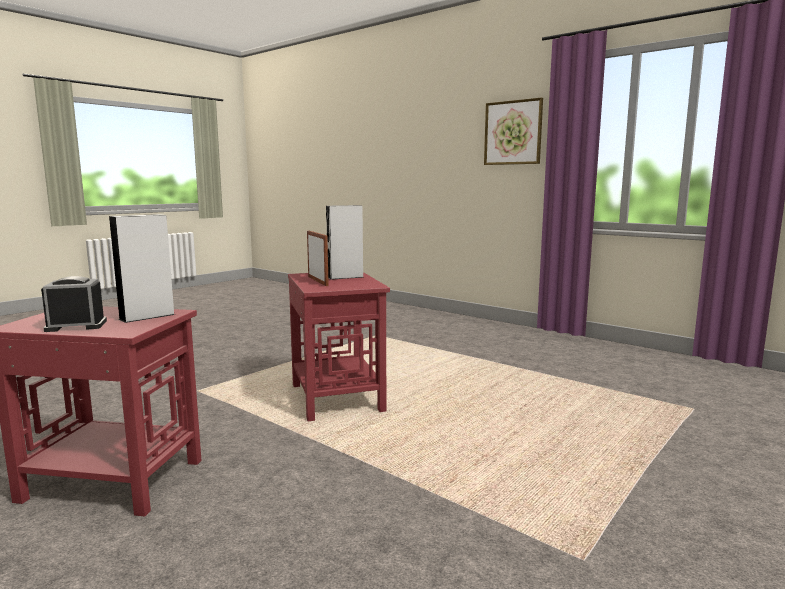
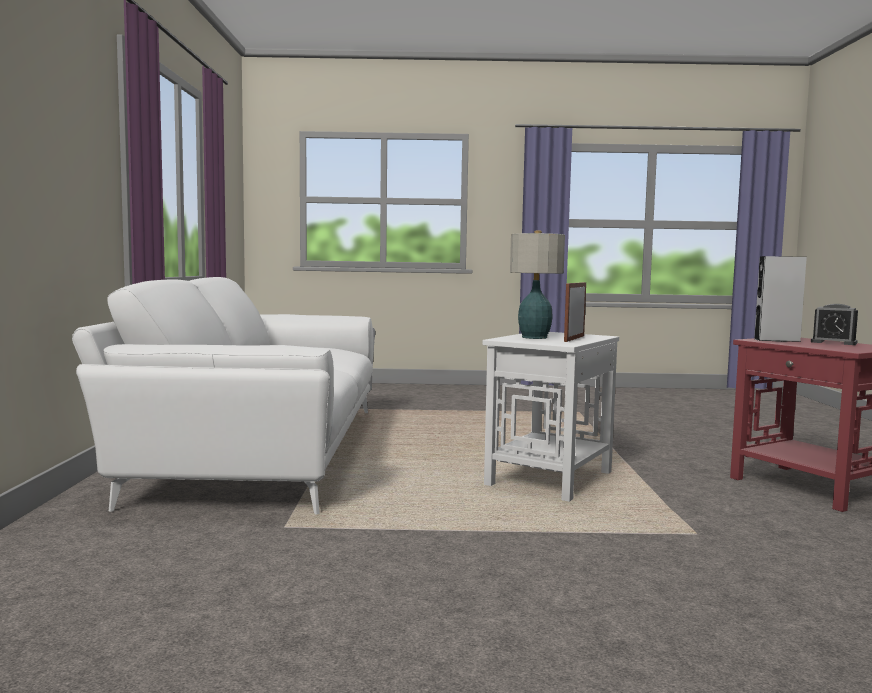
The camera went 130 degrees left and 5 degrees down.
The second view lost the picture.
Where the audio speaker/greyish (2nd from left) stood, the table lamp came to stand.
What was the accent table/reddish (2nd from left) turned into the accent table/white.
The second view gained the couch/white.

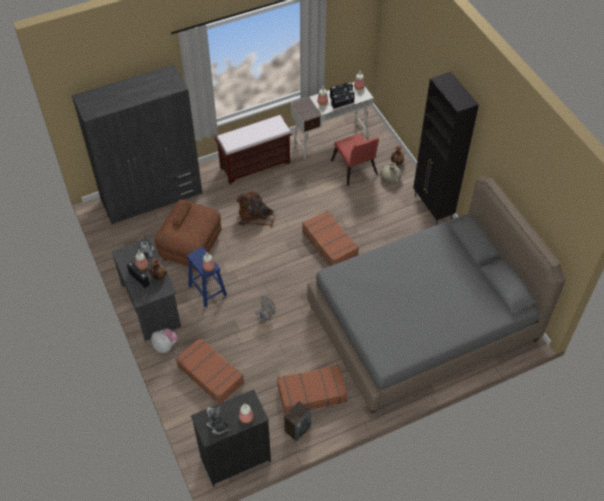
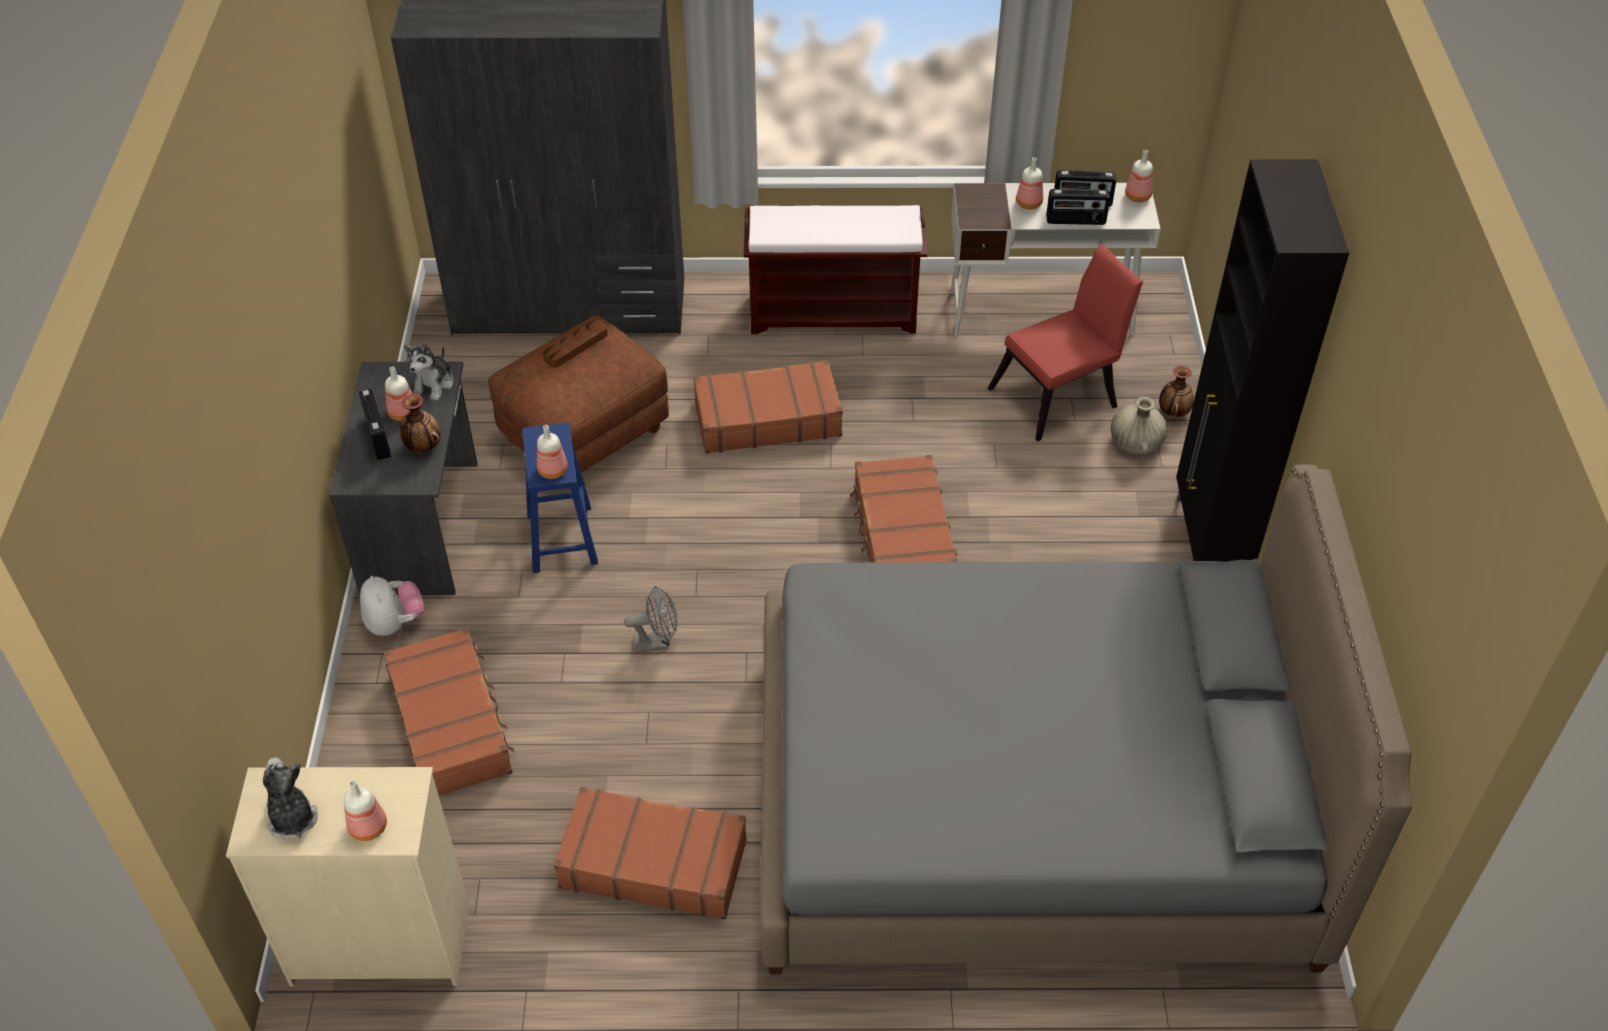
The camera went 25 degrees right and 5 degrees down.
The chair/reddish ended up facing another way, 120 degrees counterclockwise from before.
Where the knapsack/brown stood, the travel case/brown (3rd from left) came to stand.
What was the chest of drawers/black turned into the chest of drawers/sand-coloured.
The second view lost the audio speaker.

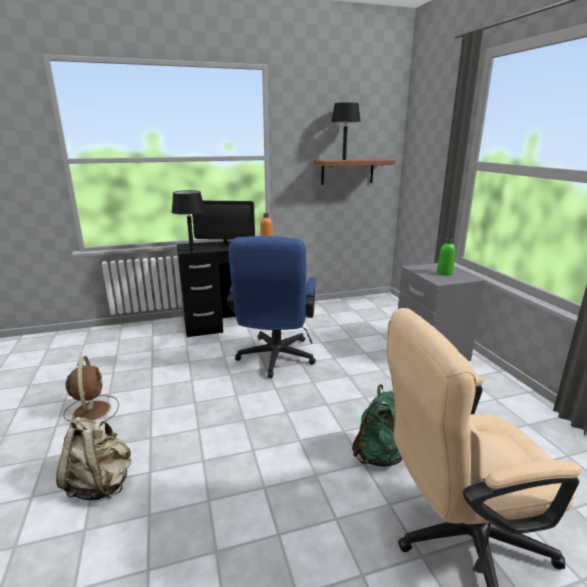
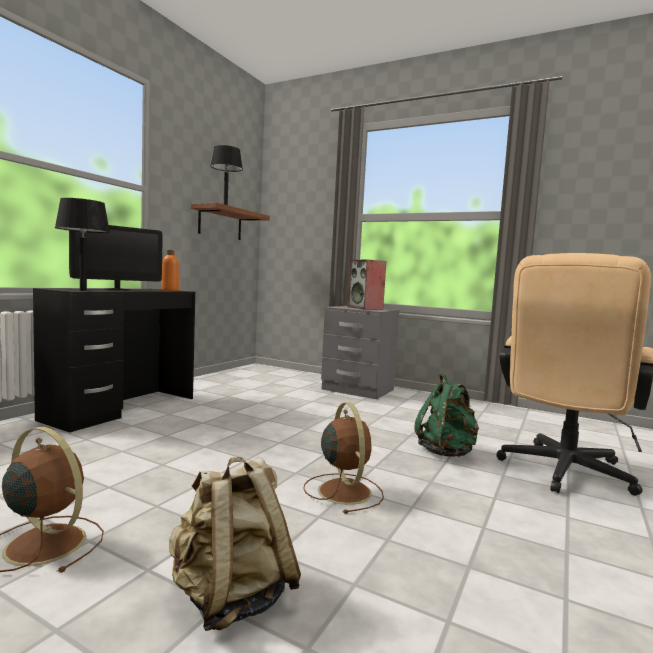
The camera went 45 degrees left and 15 degrees down.
The second view lost the computer chair/bluish.
Where the beverage bottle/greenish stood, the audio speaker came to stand.
The second view gained the fan/brown (2nd from left).

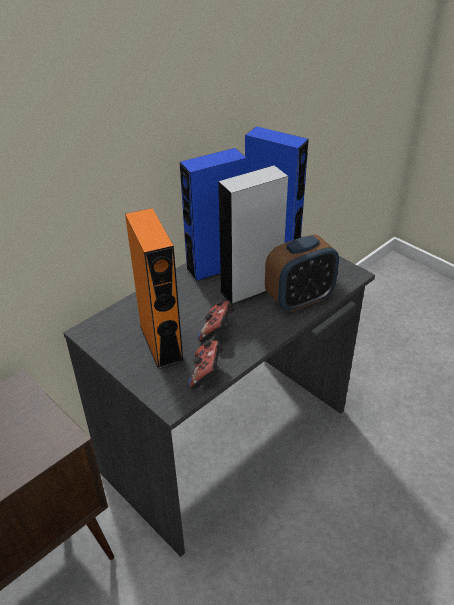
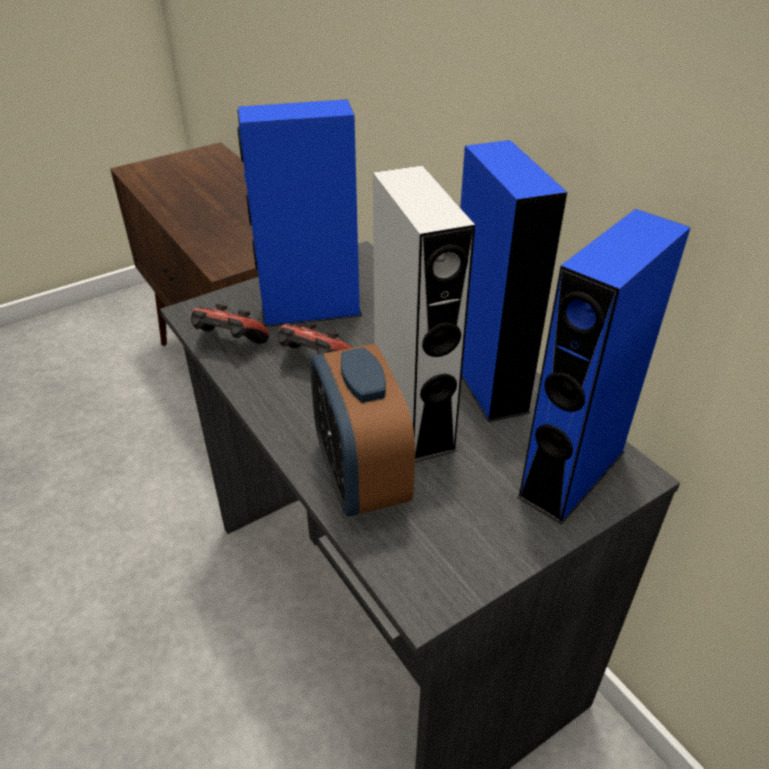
The camera went 100 degrees right and 0 degrees up.
What was the audio speaker/orangey turned into the audio speaker/bluish (1st from left).

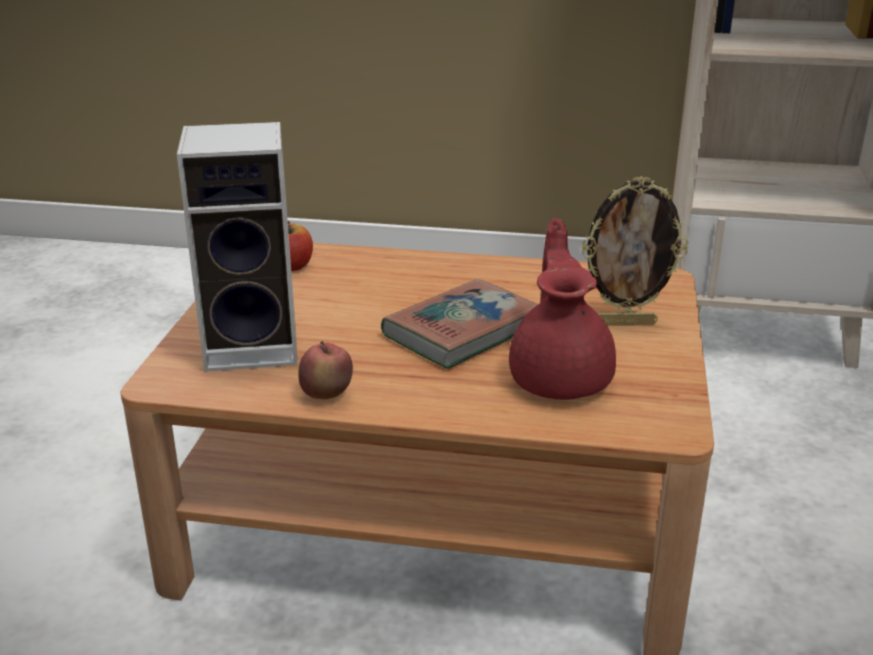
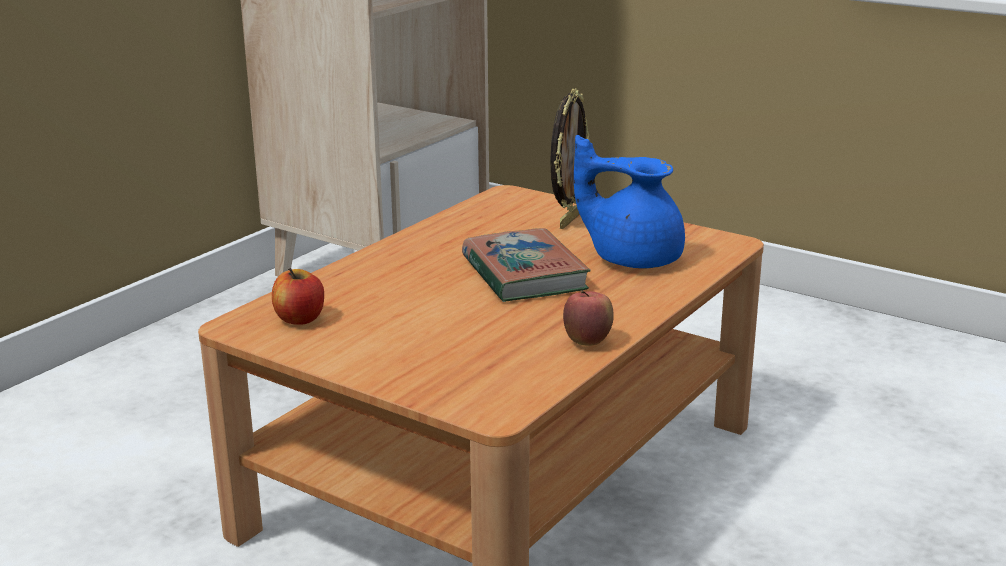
The camera went 65 degrees left and 5 degrees down.
The second view lost the audio speaker.
What was the teapot/reddish turned into the teapot/bluish.

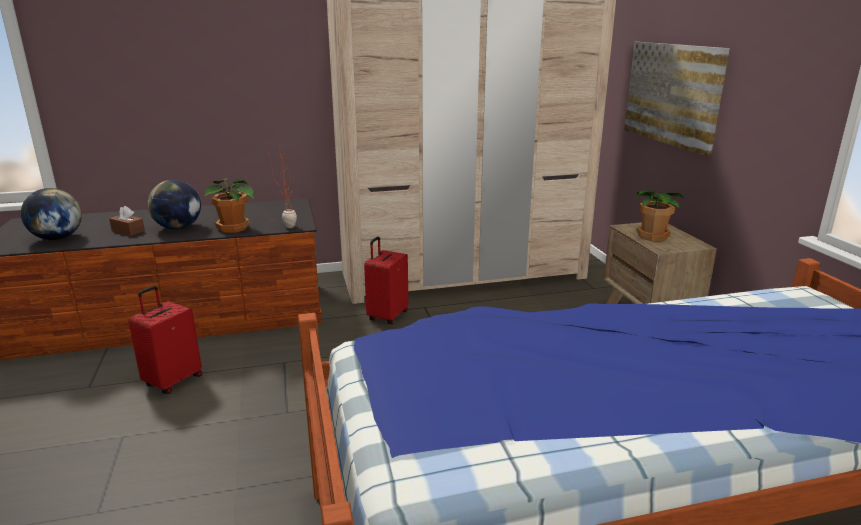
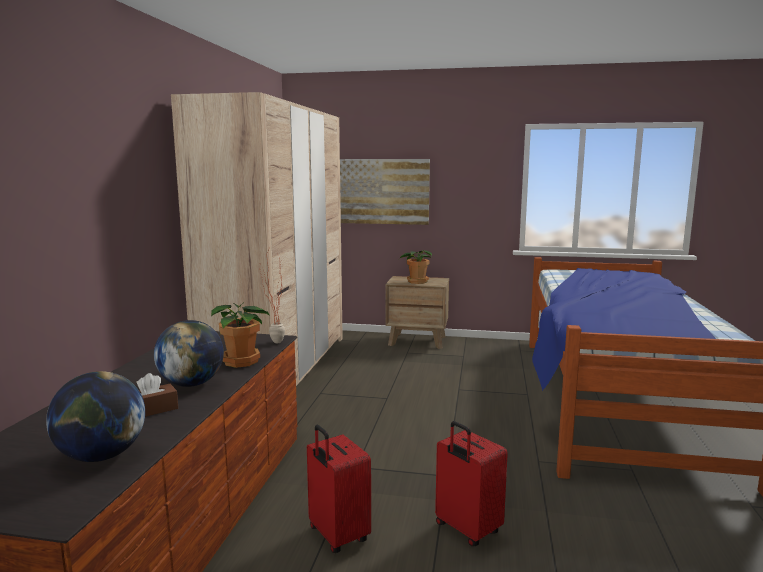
The camera went 65 degrees left and 10 degrees down.
The travel case/reddish (2nd from left) ended up elsewhere.

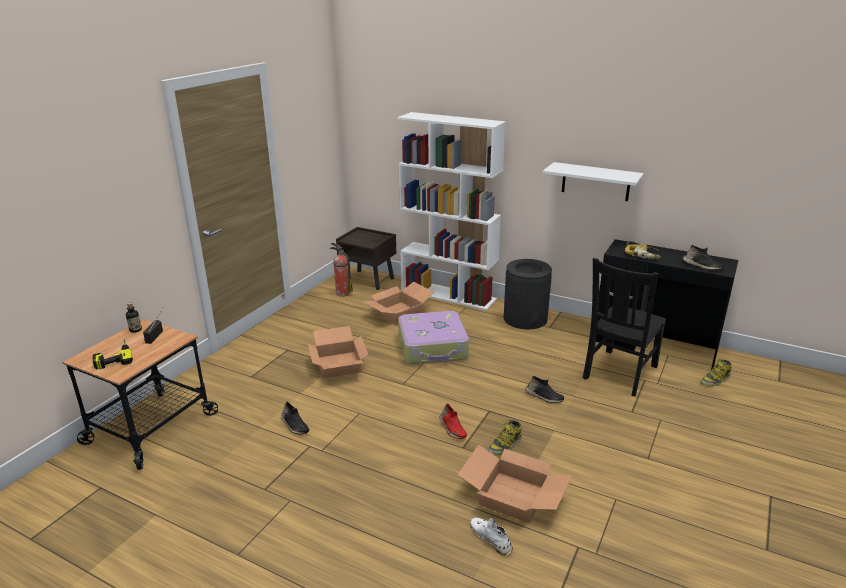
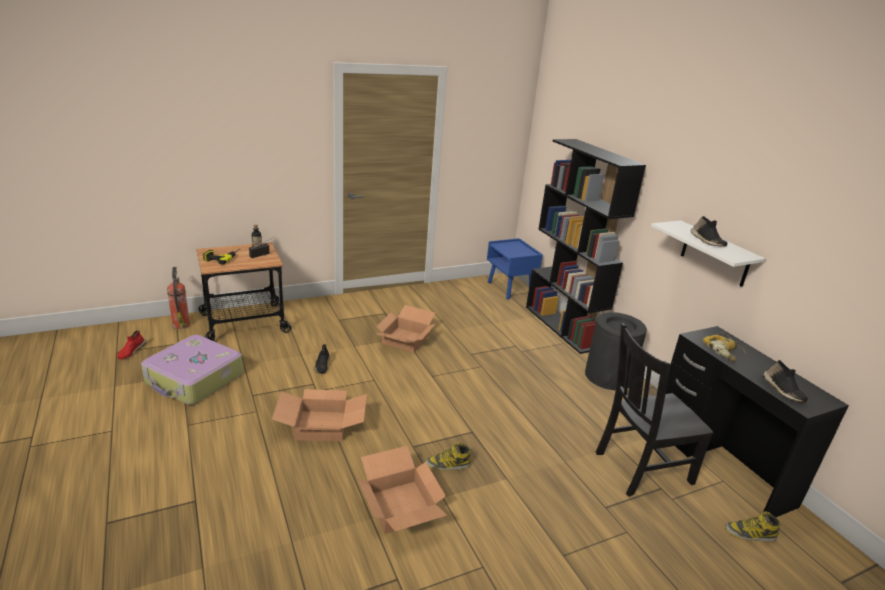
The camera went 35 degrees right and 0 degrees up.
What was the bookshelf/white turned into the bookshelf/black.
What was the nightstand/brown turned into the nightstand/bluish.
The extinguisher ended up elsewhere.
The cardboard box (2nd from left in the first image) ended up elsewhere.
The travel case ended up elsewhere.
The item of footwear/black (2nd from left) ended up elsewhere.
The item of footwear/reddish ended up elsewhere.
The second view lost the item of footwear/white.

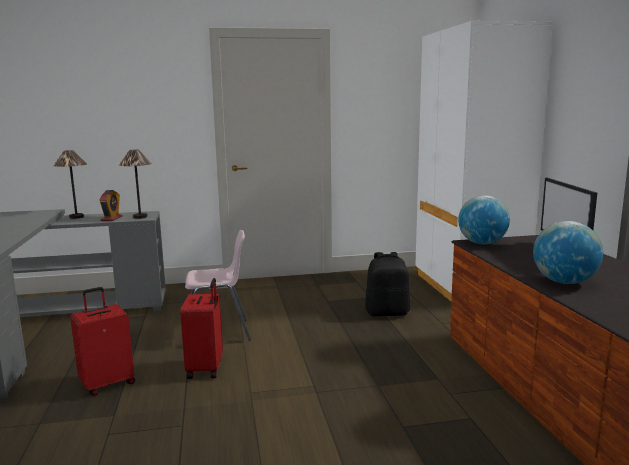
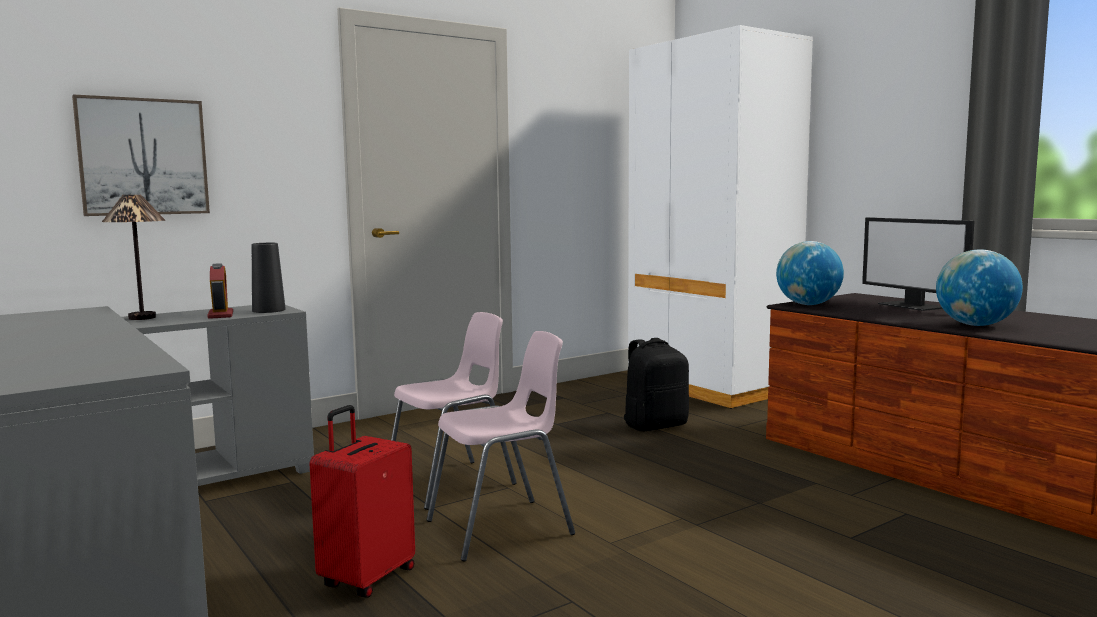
The camera went 25 degrees left and 5 degrees down.
Where the table lamp (2nd from left) stood, the vase/black came to stand.
Where the travel case/reddish (2nd from left) stood, the chair/pink-coloured (2nd from left) came to stand.
The second view gained the picture.

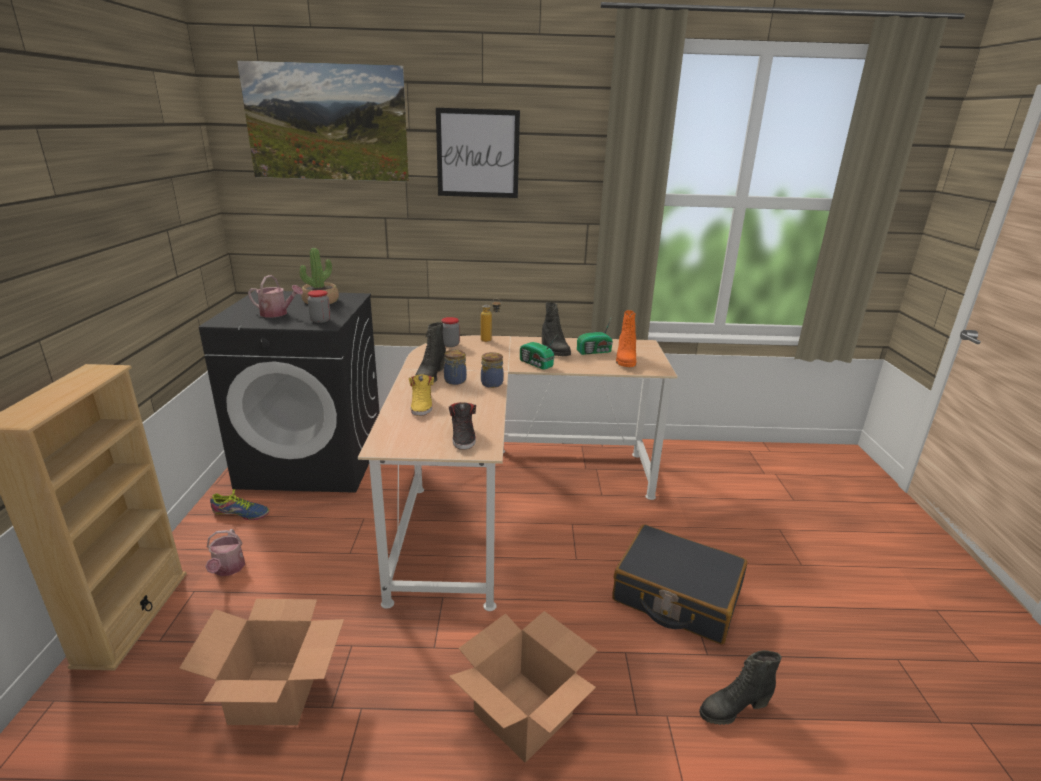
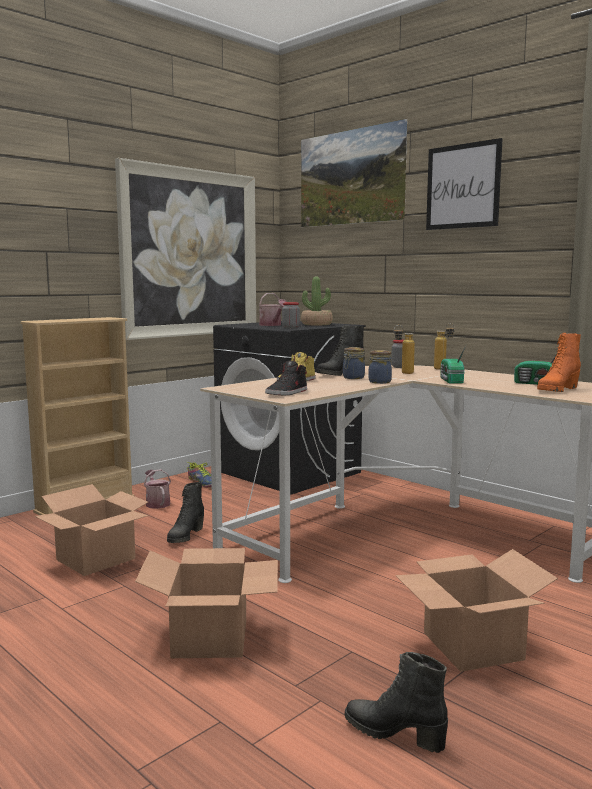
The camera went 45 degrees right and 15 degrees down.
The tall boot/black (2nd from left in the first image) ended up elsewhere.
Where the travel case/black stood, the cardboard box (3rd from left) came to stand.
The watering pot (1st from left) ended up facing another way, 120 degrees clockwise from before.
The second view gained the picture (1st from left).
The second view gained the beverage bottle (1st from left).

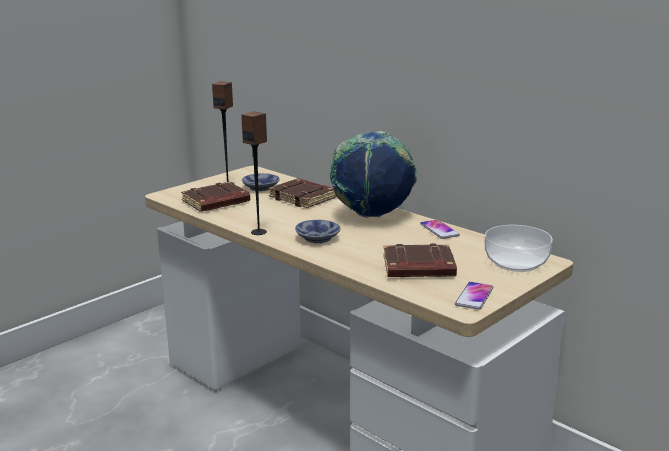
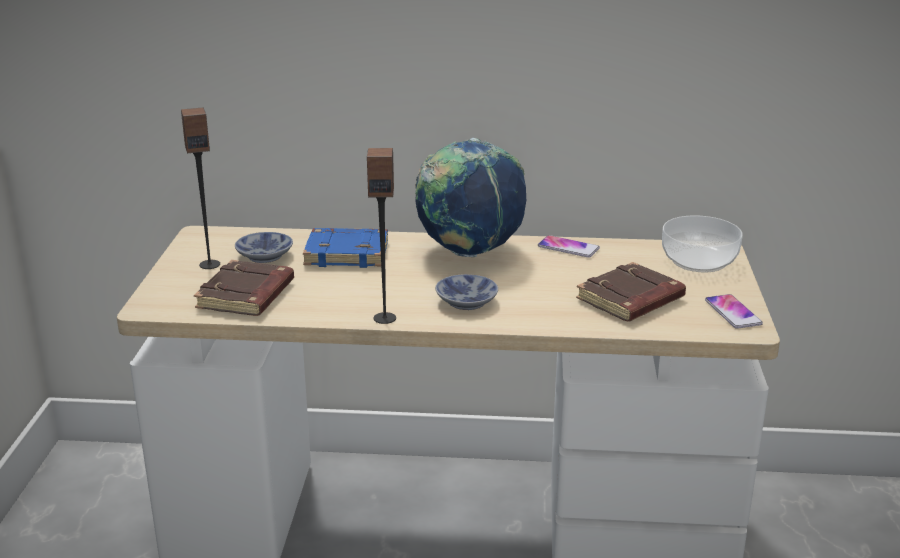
The camera went 40 degrees left and 5 degrees up.
What was the volume/brown (2nd from left) turned into the volume/bluish.

